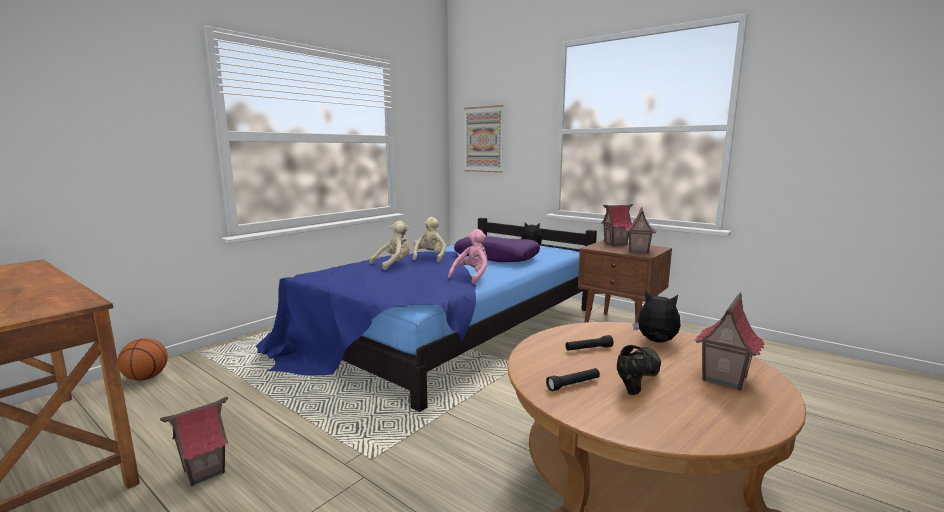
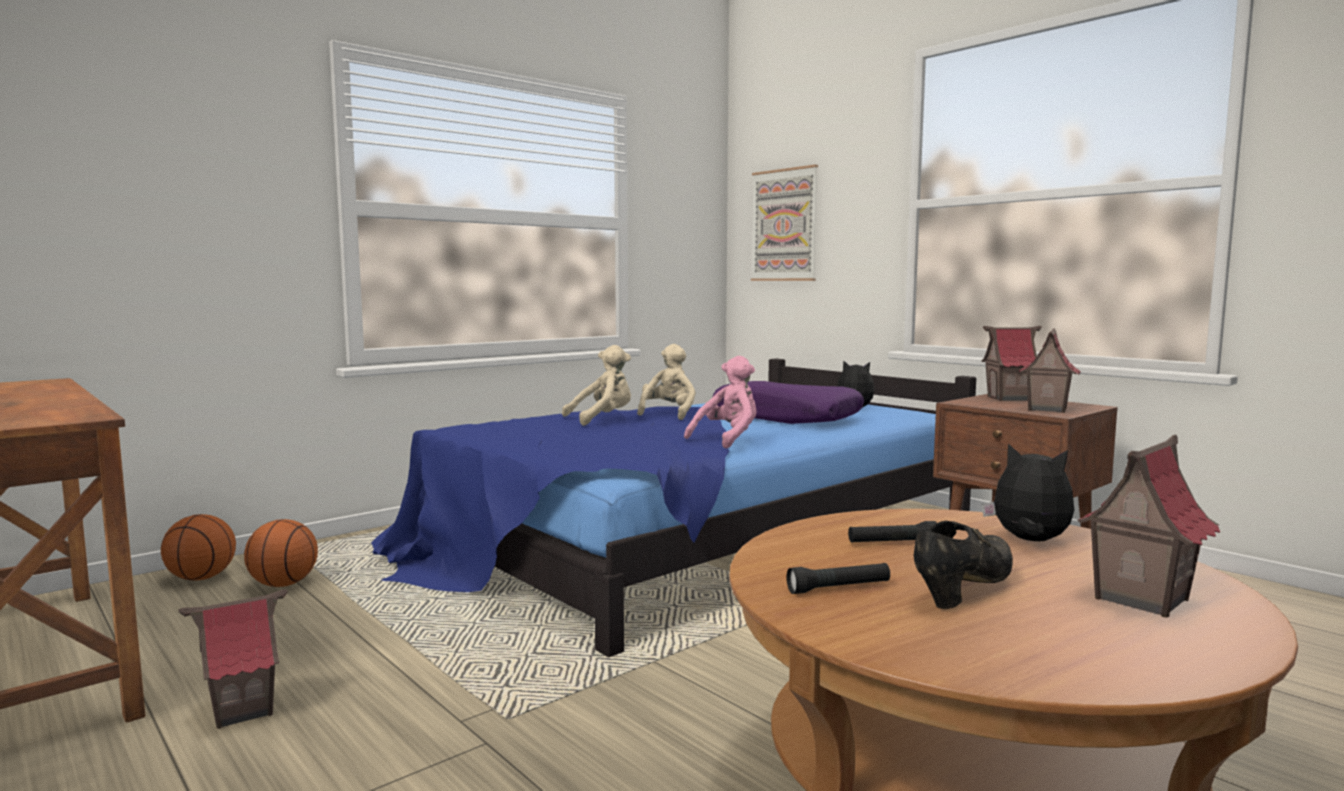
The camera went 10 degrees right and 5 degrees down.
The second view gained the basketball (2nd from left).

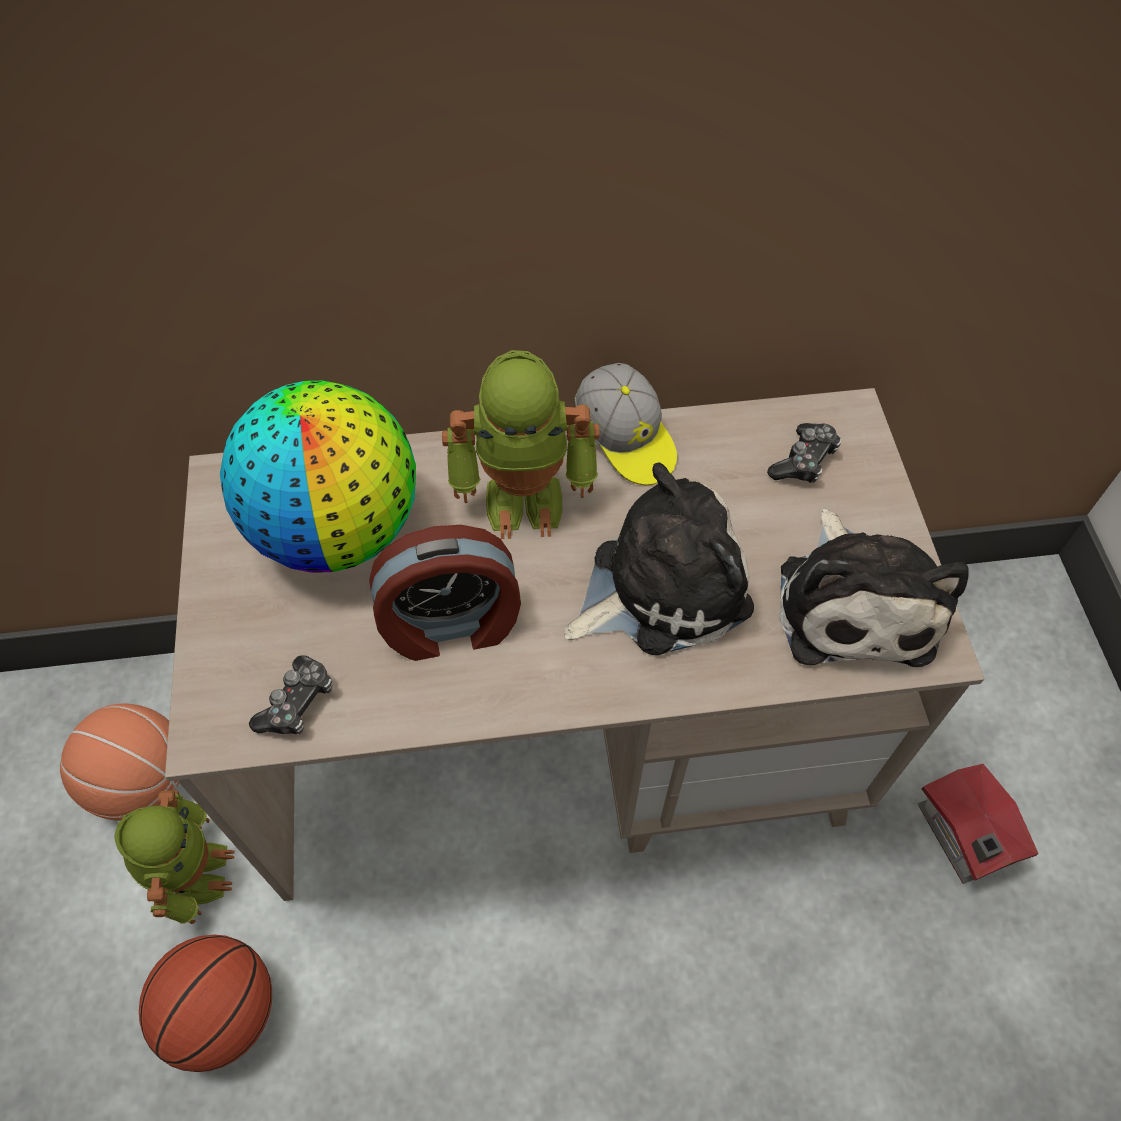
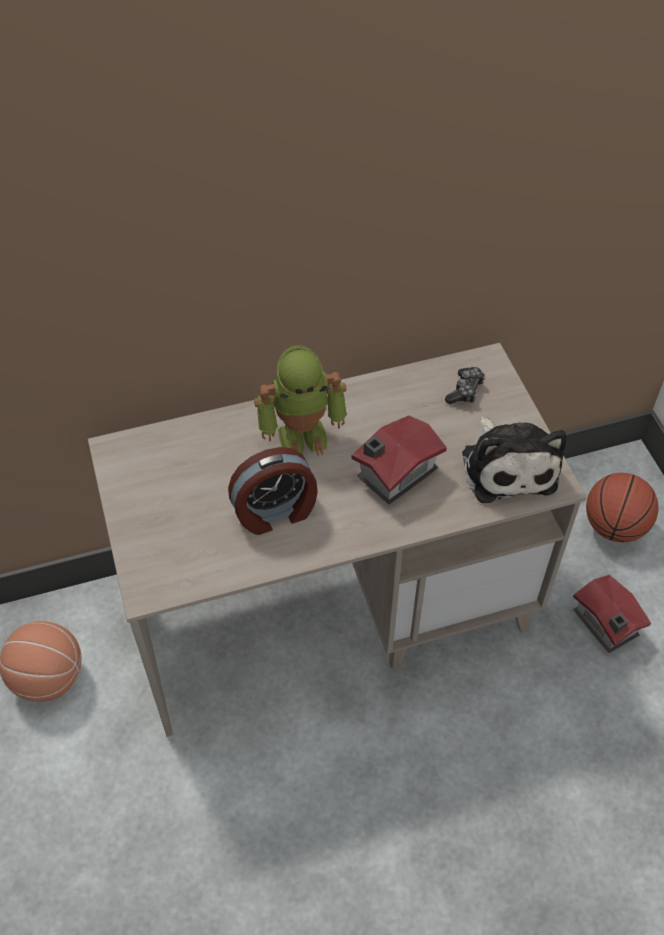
The camera went 10 degrees left and 5 degrees down.
The second view lost the baseball cap.
The second view lost the globe.
Where the plush toy (1st from left) stood, the miniature house (1st from left) came to stand.
The second view lost the game controller (1st from left).
The second view lost the robot figure (1st from left).
The basketball (2nd from left) ended up elsewhere.

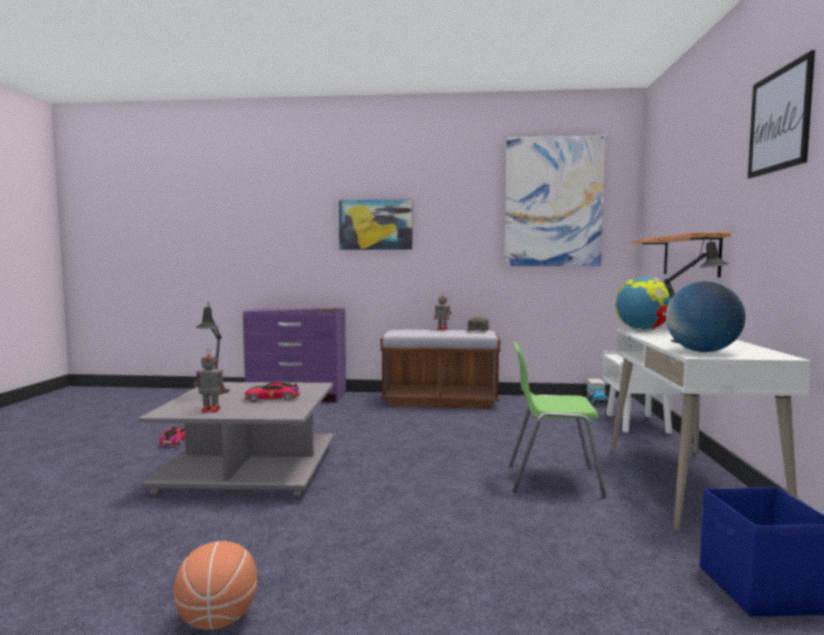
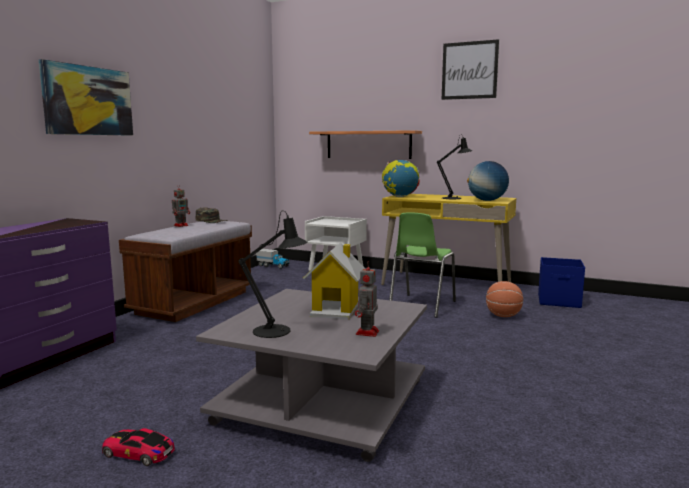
The camera went 70 degrees left and 5 degrees up.
The second view lost the picture (2nd from left).
What was the desk table/white turned into the desk table/yellow-coloured.
Where the toy car (2nd from left) stood, the miniature house came to stand.
The basketball ended up elsewhere.

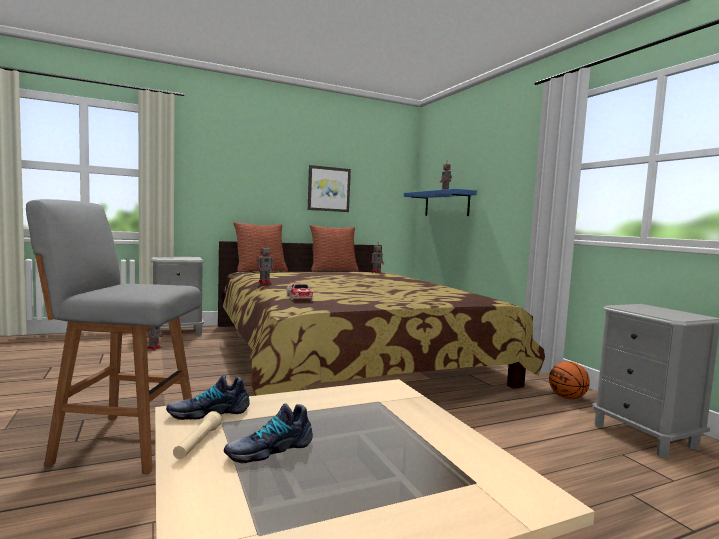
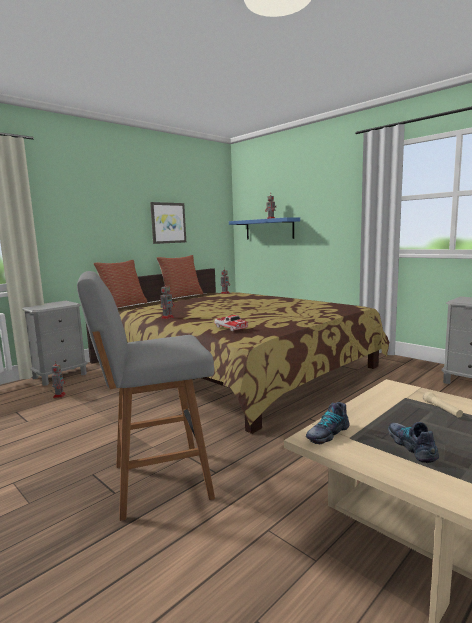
The camera went 20 degrees left and 5 degrees up.
The second view lost the basketball.
The item of footwear (2nd from left) ended up facing another way, 135 degrees clockwise from before.
The torch/sand-coloured ended up elsewhere.

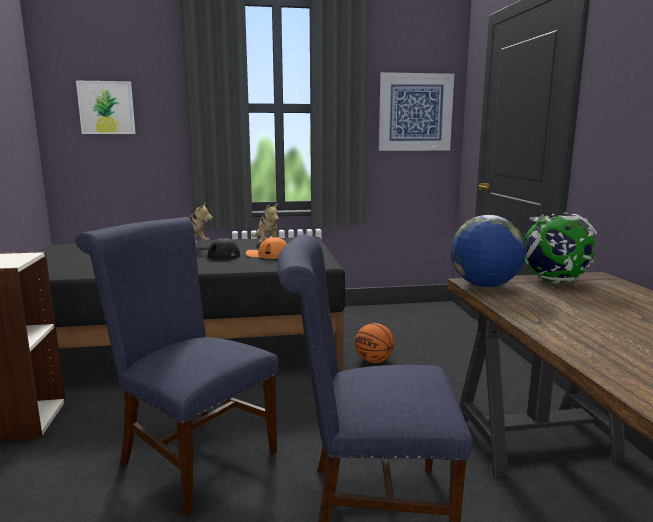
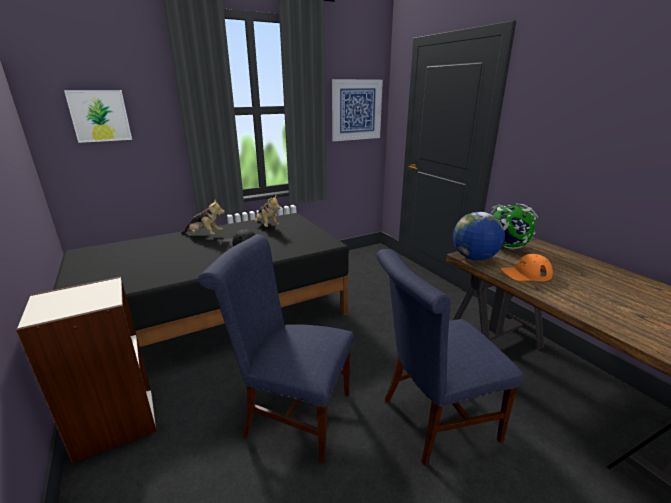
The camera went 20 degrees left and 10 degrees up.
The baseball cap/orangey ended up elsewhere.
The second view lost the basketball.

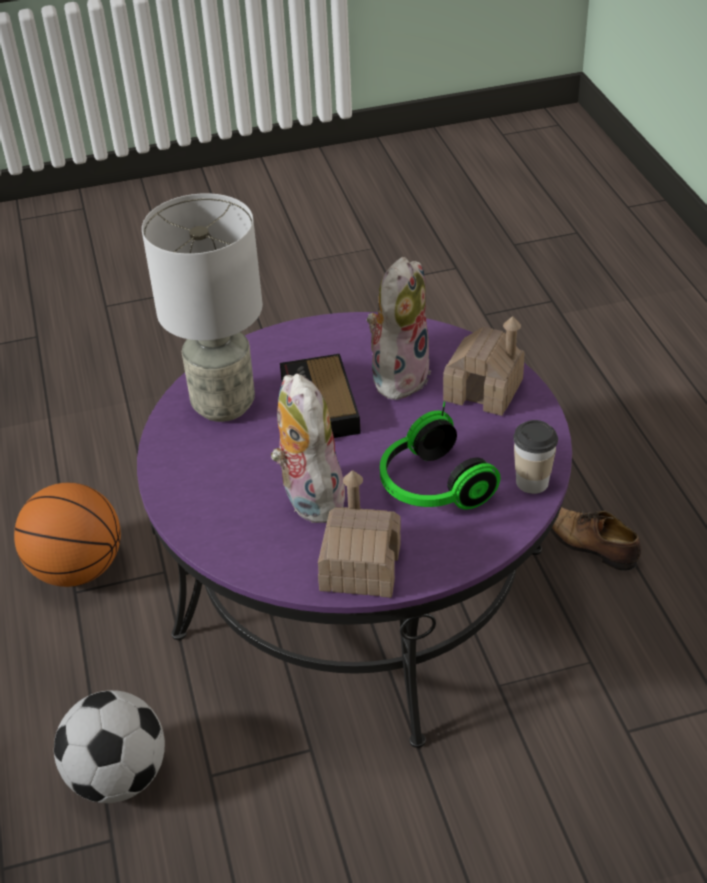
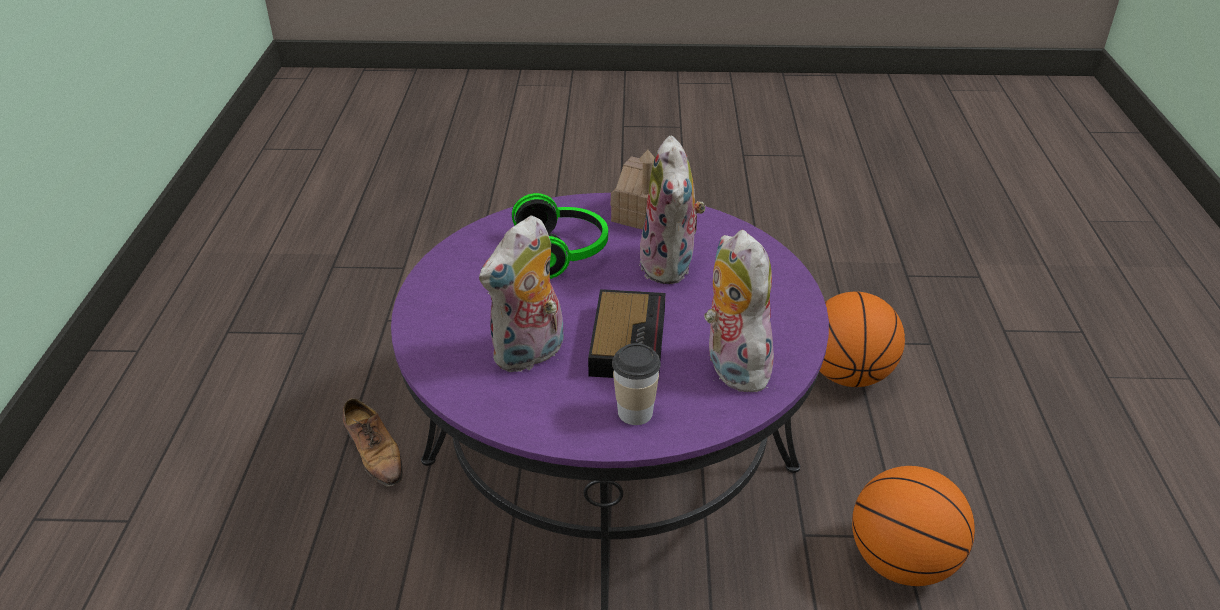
The camera went 165 degrees left and 5 degrees down.
Where the table lamp/greyish stood, the plush toy (3rd from left) came to stand.
The second view lost the miniature house (2nd from left).
The cup ended up elsewhere.
Where the football stood, the basketball (1st from left) came to stand.

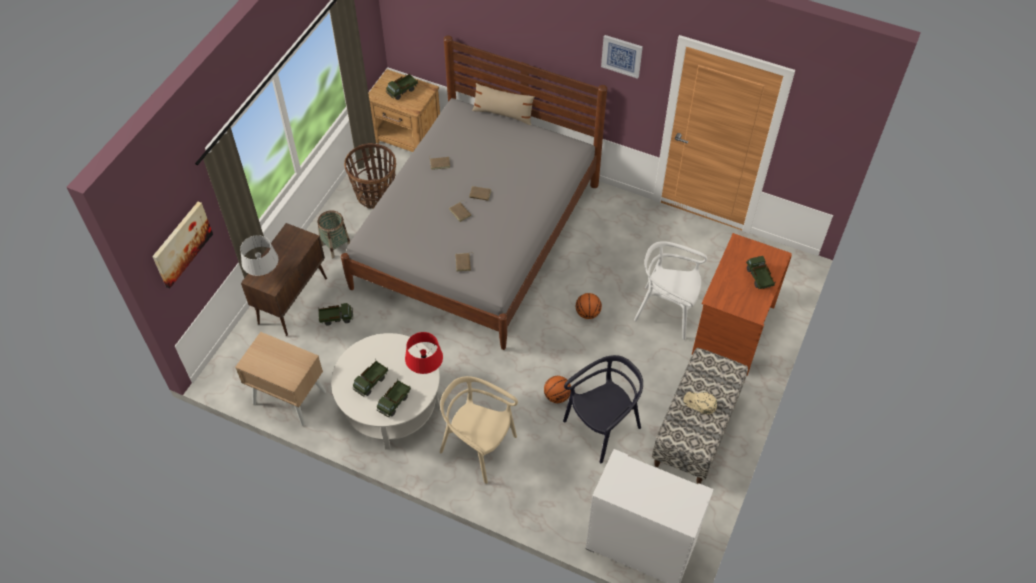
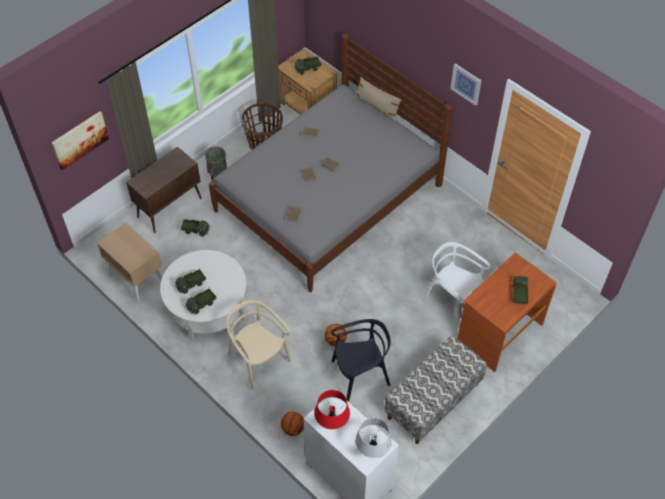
The camera went 20 degrees right and 0 degrees up.
The table lamp/greyish ended up elsewhere.
The basketball (2nd from left in the first image) ended up elsewhere.
The table lamp/reddish ended up elsewhere.
The second view lost the baseball cap/sand-coloured.

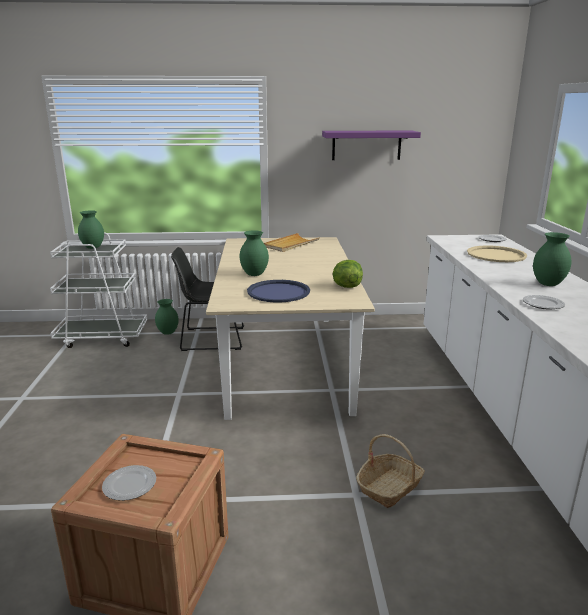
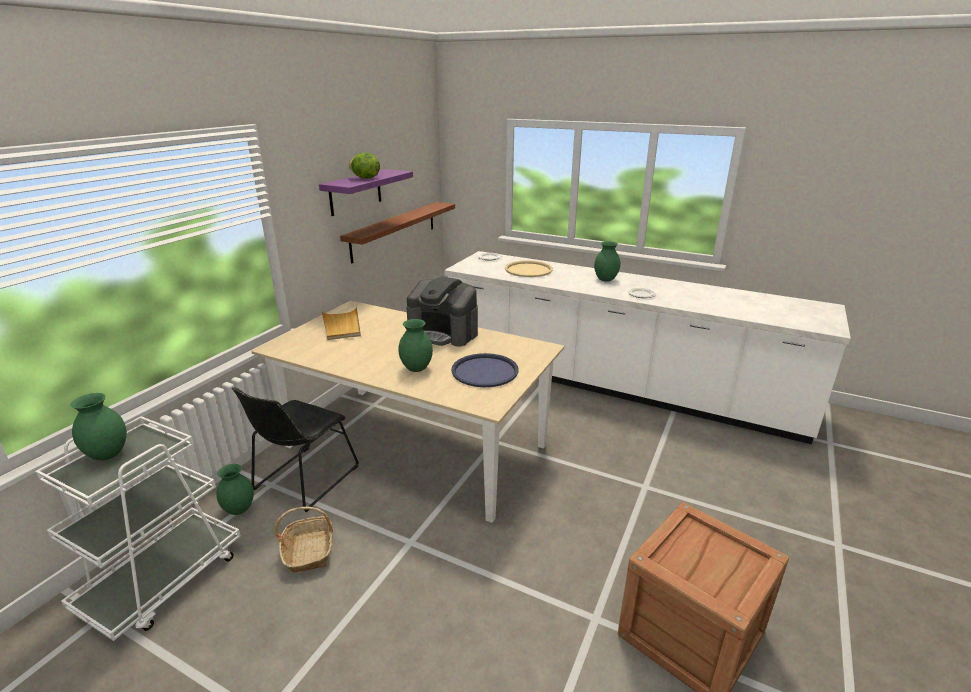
The camera went 60 degrees left and 5 degrees up.
The lettuce ended up elsewhere.
The household basket ended up elsewhere.
The second view lost the flat dish (1st from left).
The second view gained the bracket shelf/brown.
The second view gained the coffee machine.

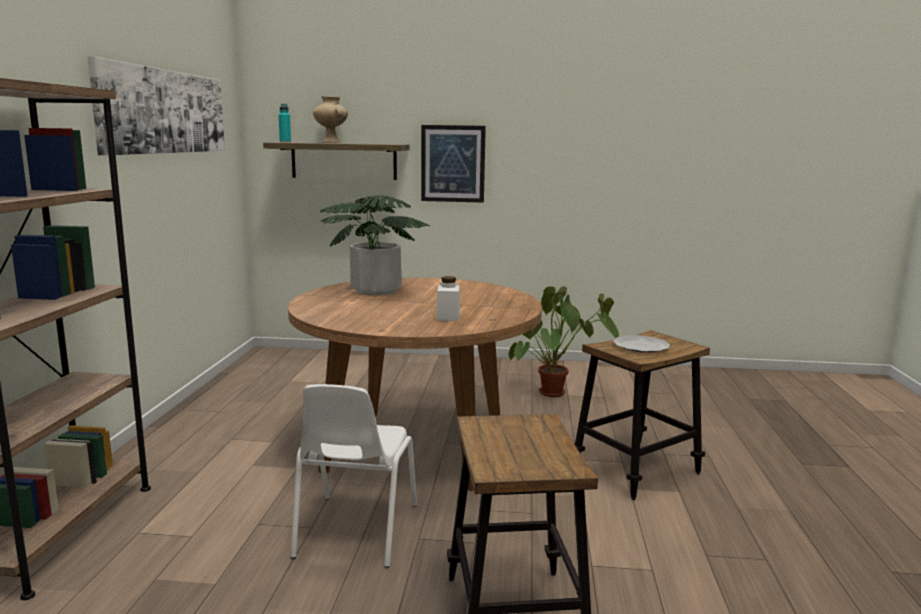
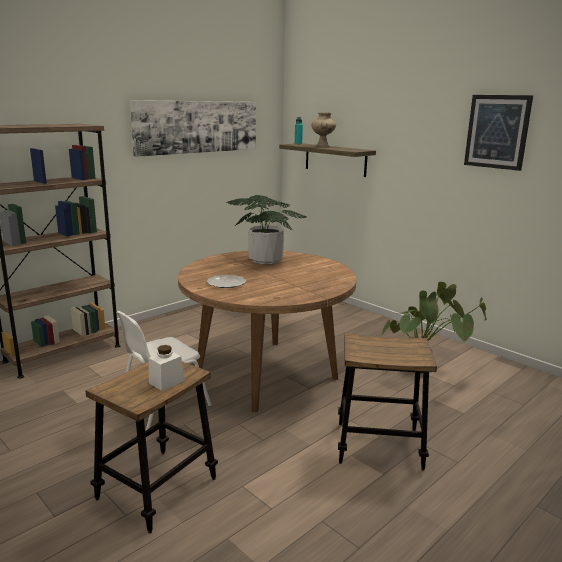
The camera went 40 degrees right and 5 degrees up.
The picture (2nd from left) ended up elsewhere.
The jar/white ended up elsewhere.
The flat dish ended up elsewhere.

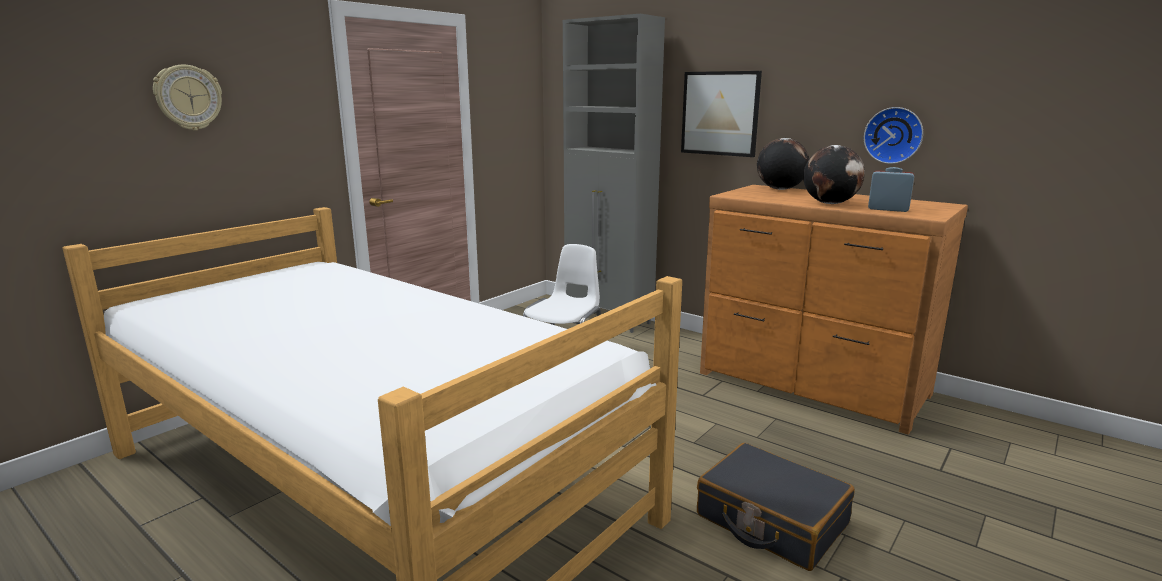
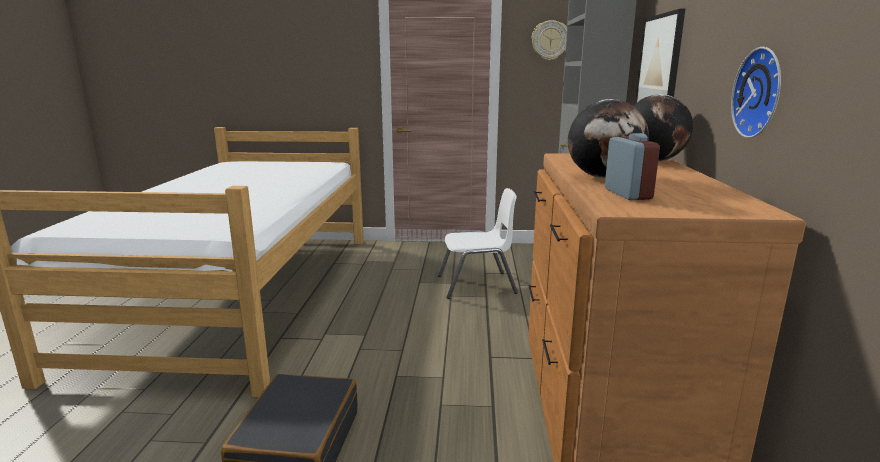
The camera went 55 degrees right and 0 degrees up.
The clock on the wall (1st from left) ended up elsewhere.

